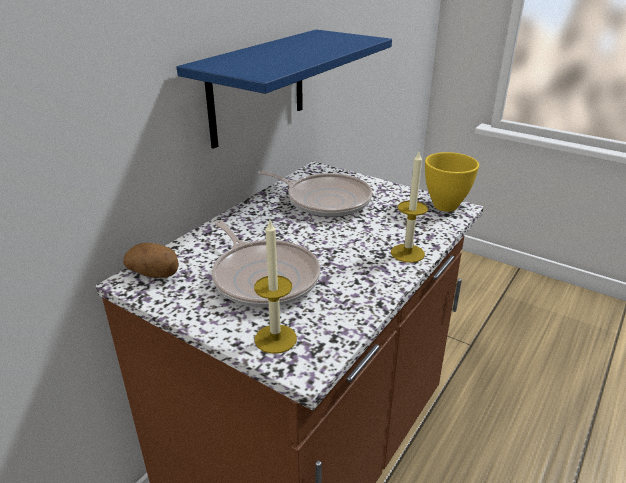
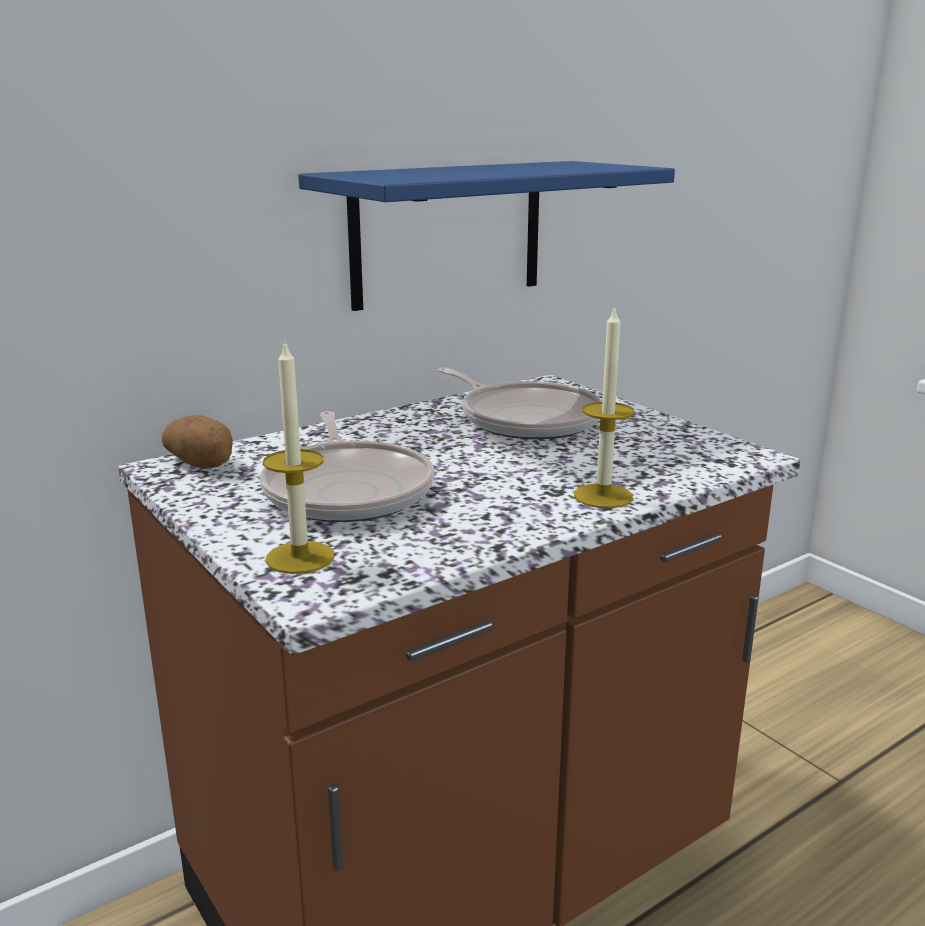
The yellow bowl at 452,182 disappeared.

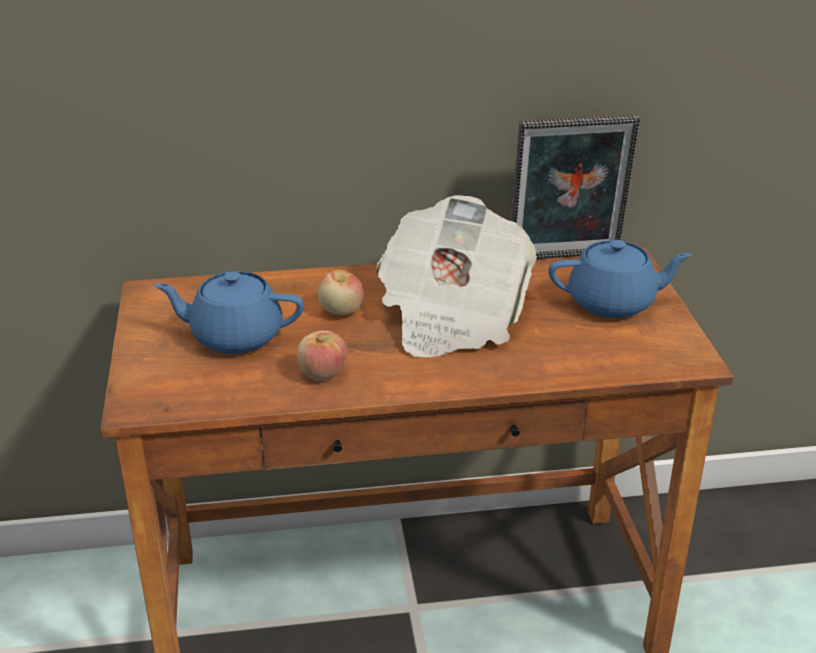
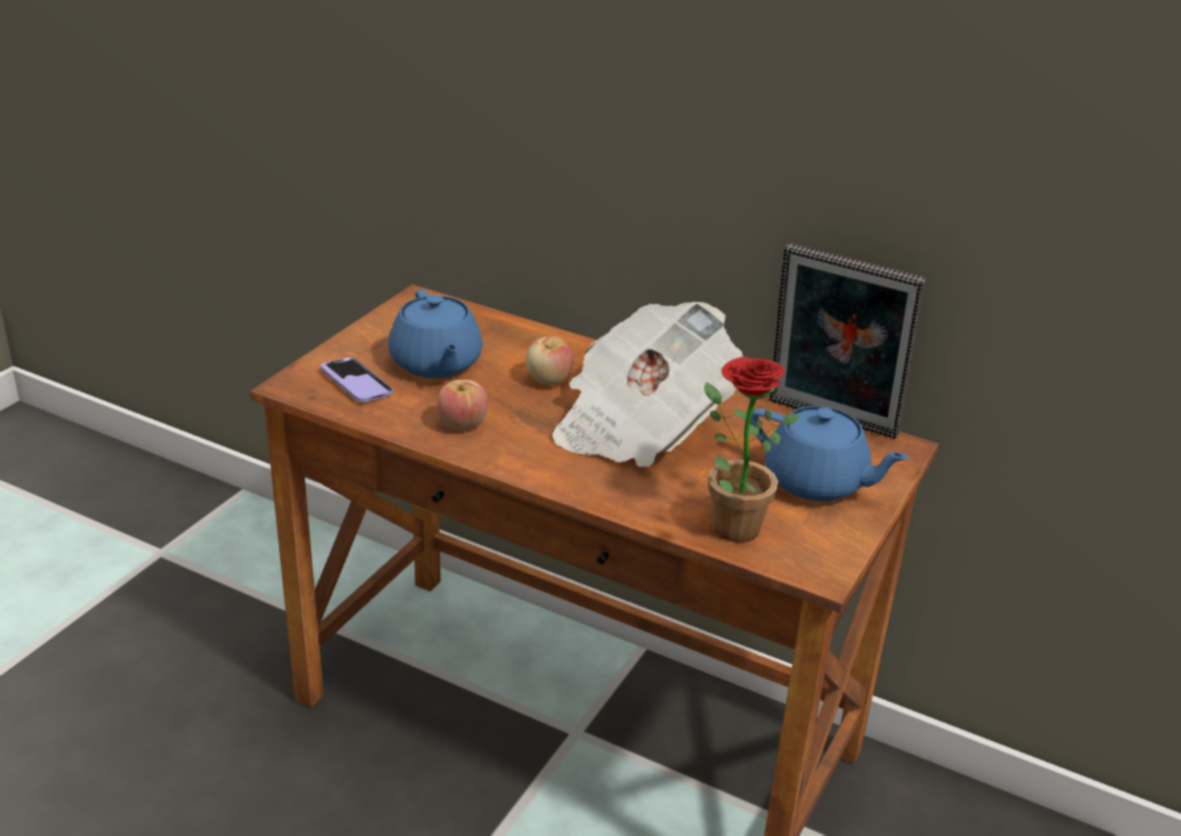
The blue teapot at 229,312 turned 150 degrees counterclockwise. The phone at 357,379 appeared. The potted plant at 751,450 appeared.

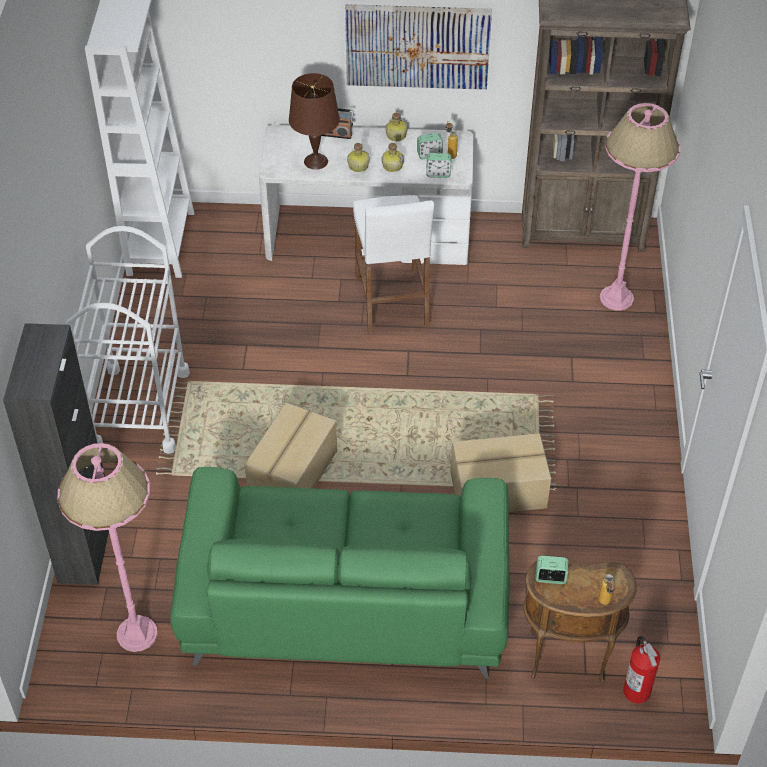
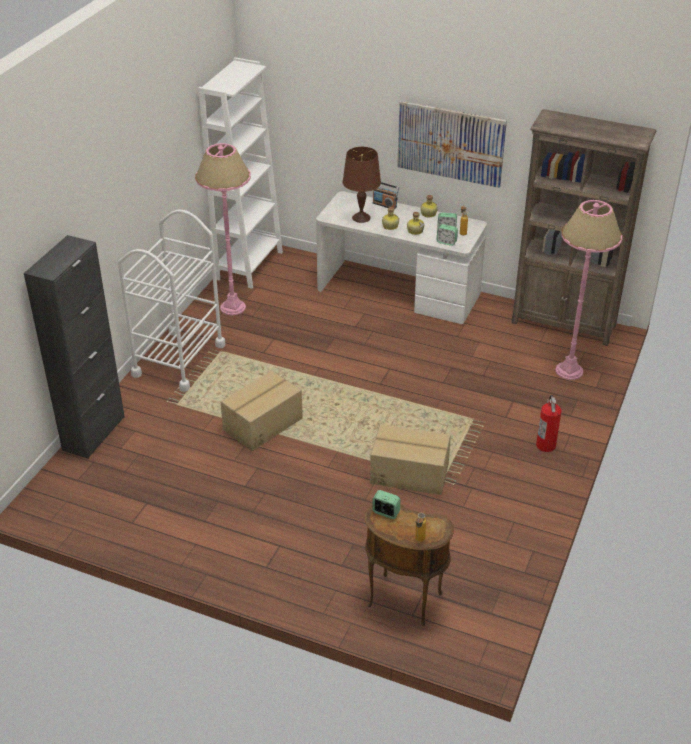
The pink floor lamp moved from 107,547 to 223,229. The green sofa at 340,572 disappeared. The white stool at 393,264 disappeared. The fire extinguisher moved from 641,670 to 549,423.

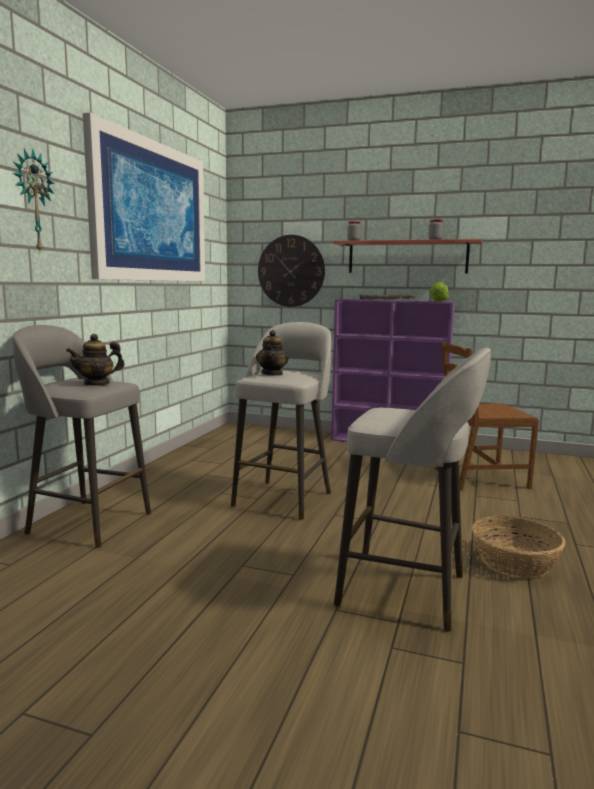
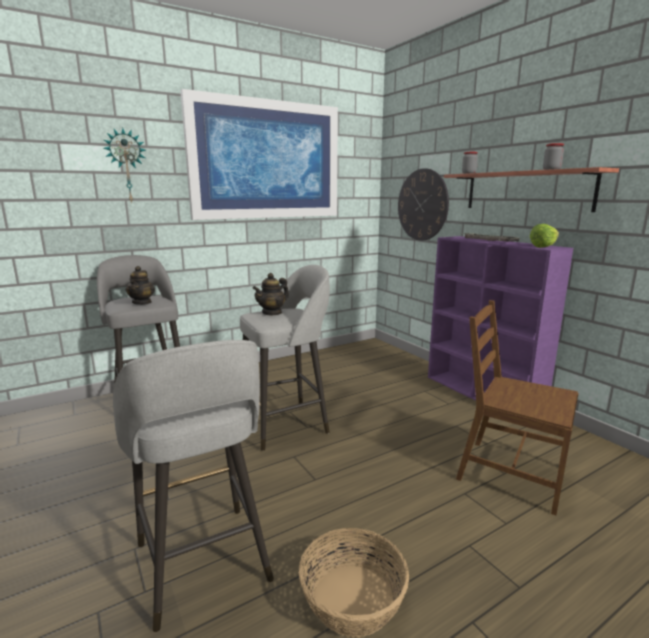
The teapot at 95,360 turned 105 degrees counterclockwise.

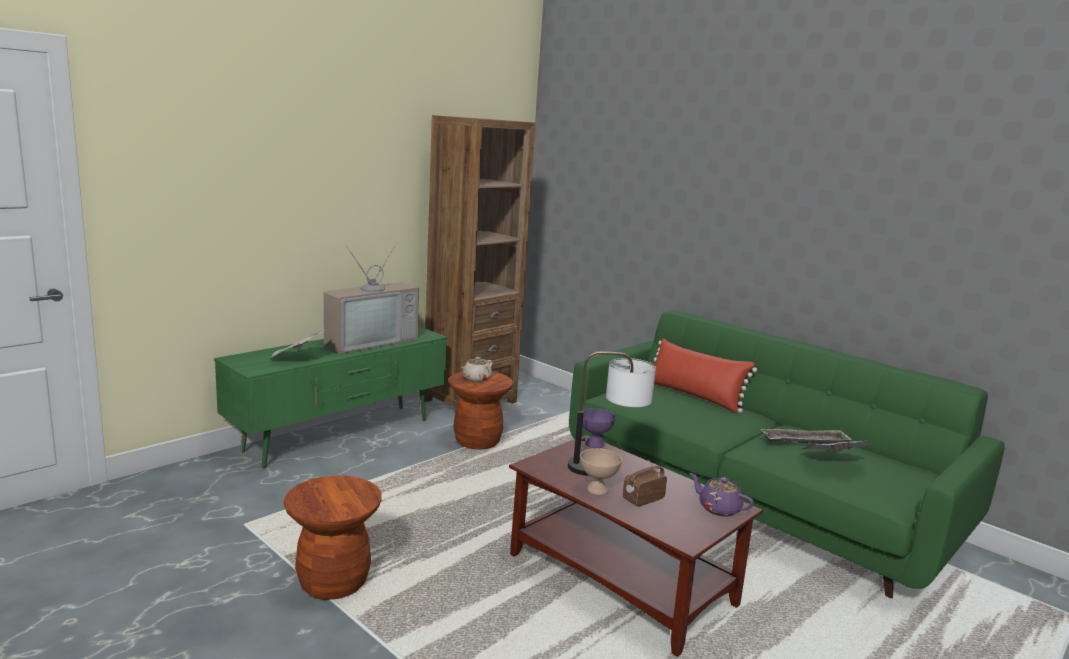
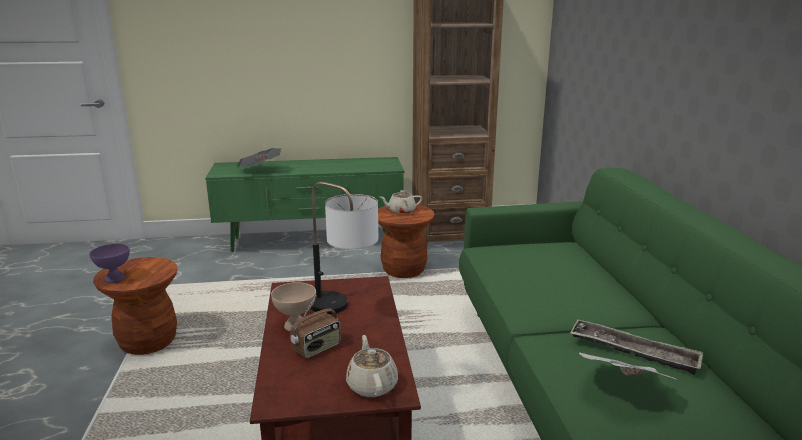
The television at 371,297 disappeared. The purple bowl moved from 599,428 to 109,263. The radio at 645,483 turned 135 degrees clockwise. The red pillow at 705,376 disappeared. The purple teapot at 722,495 became the beige teapot at 372,366.

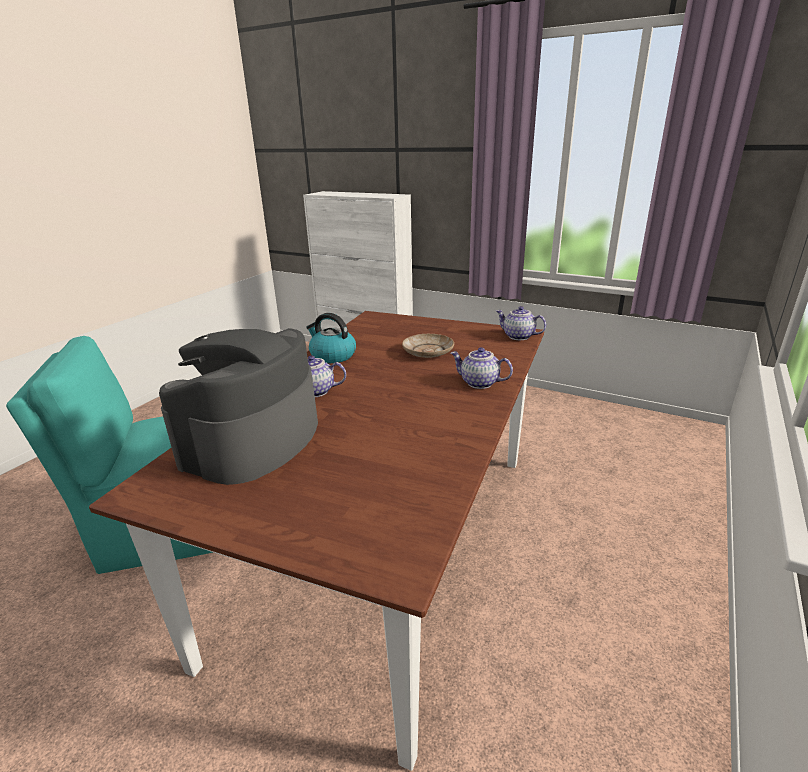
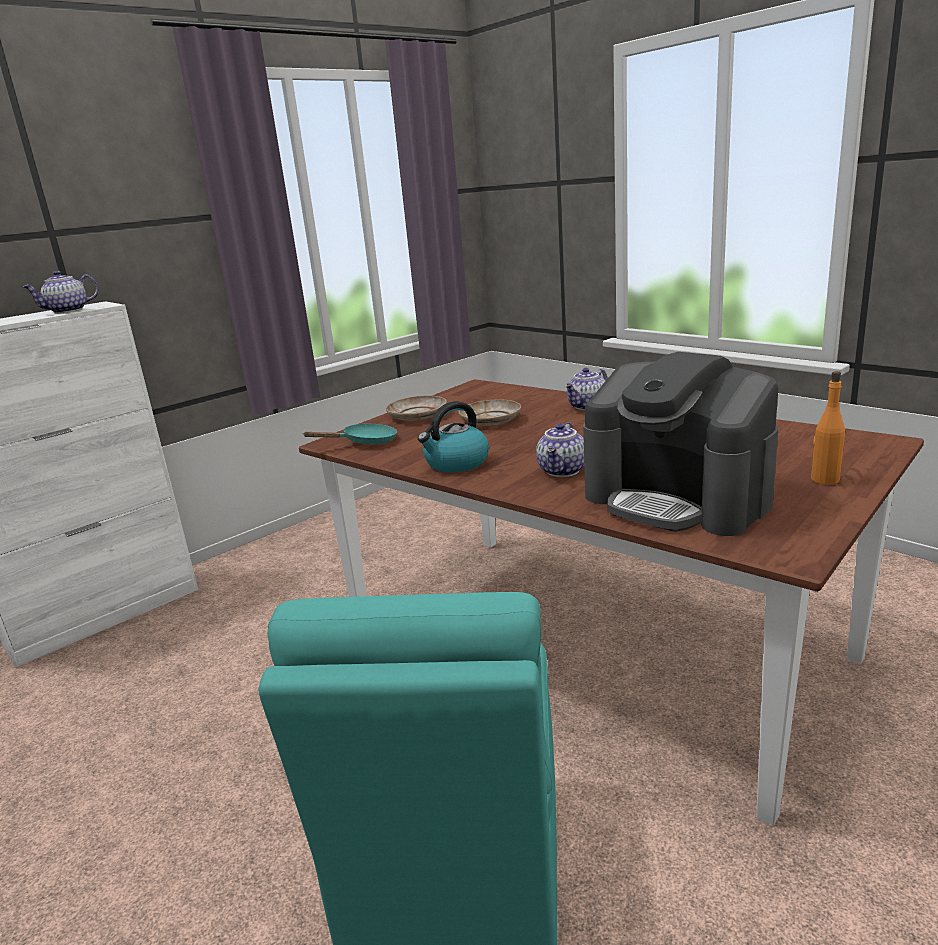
The teapot moved from 521,323 to 61,292. The turquoise frying pan at 349,433 appeared. The beige plate at 416,408 appeared. The orange bottle at 828,428 appeared.

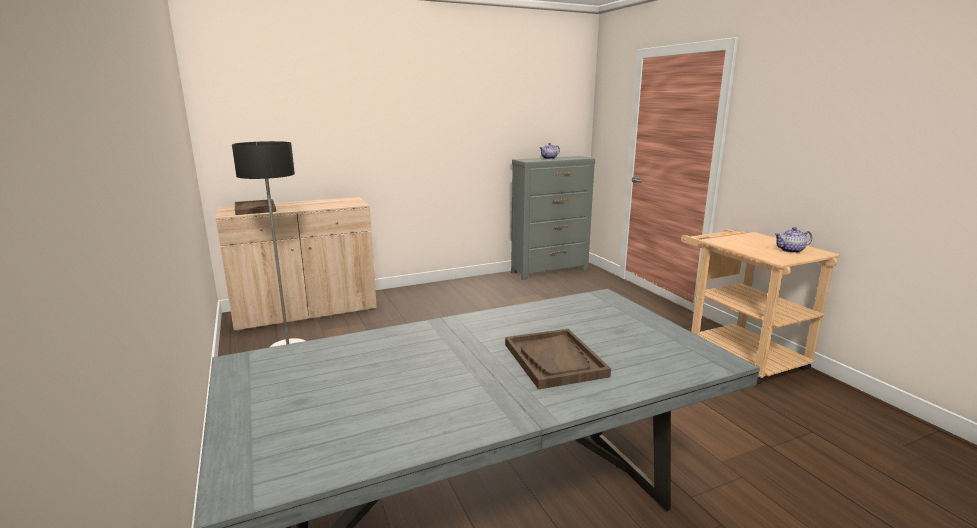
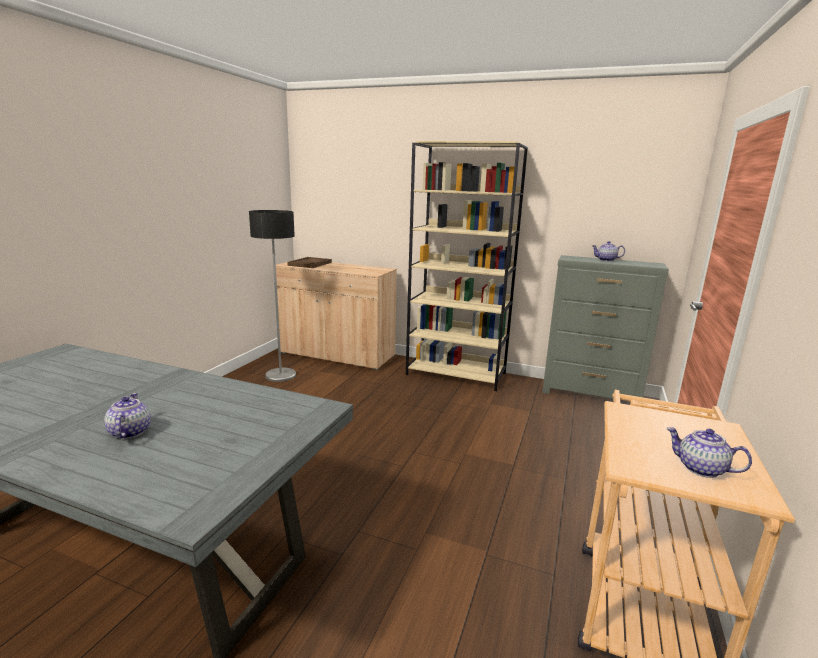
The brown tray at 558,359 was replaced by the teapot at 127,416. The beige bookcase at 467,266 appeared.

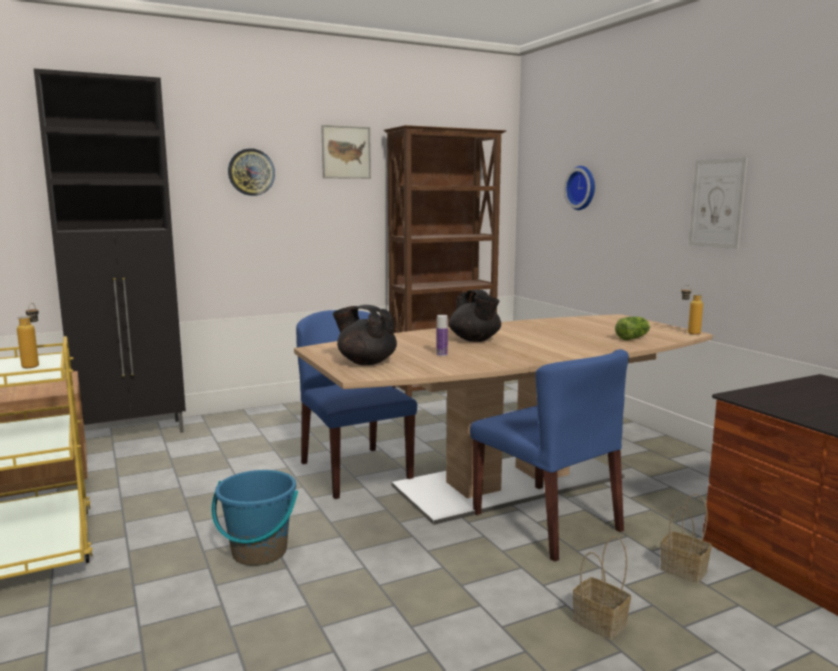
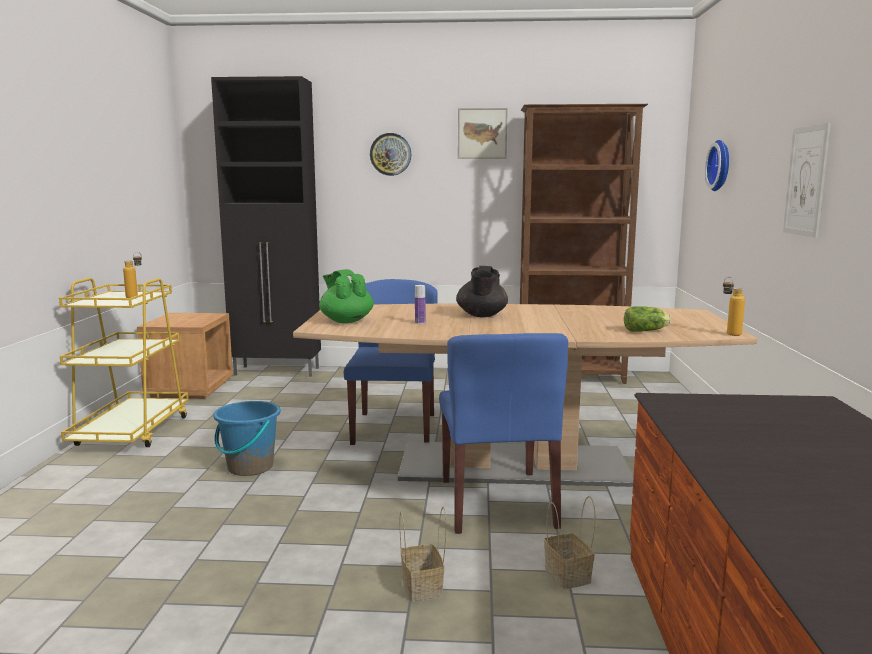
The black teapot at 365,335 became the green teapot at 346,296.

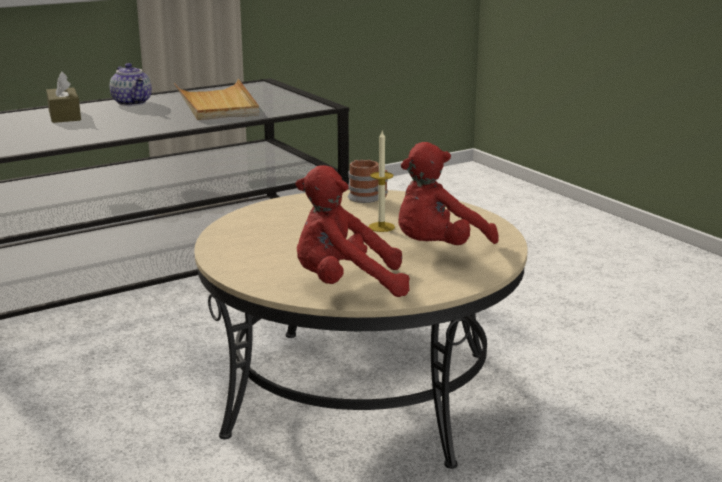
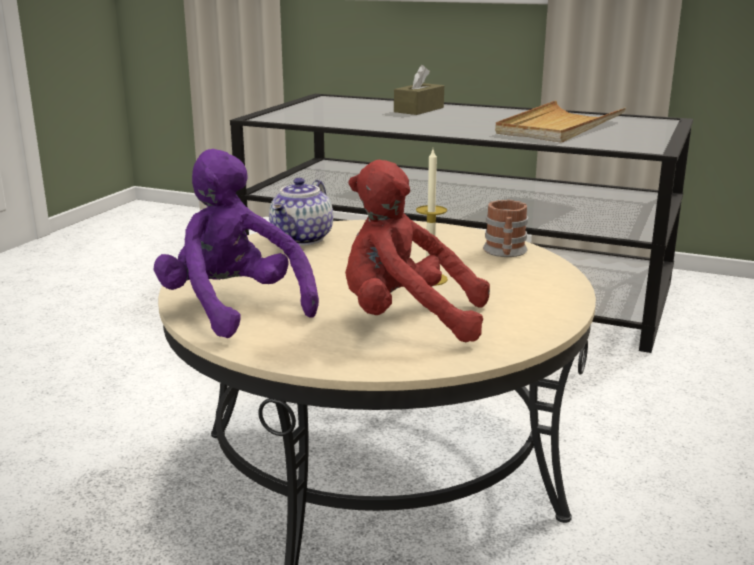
The teapot moved from 131,84 to 301,212. The red plush toy at 353,231 became the purple plush toy at 236,243.

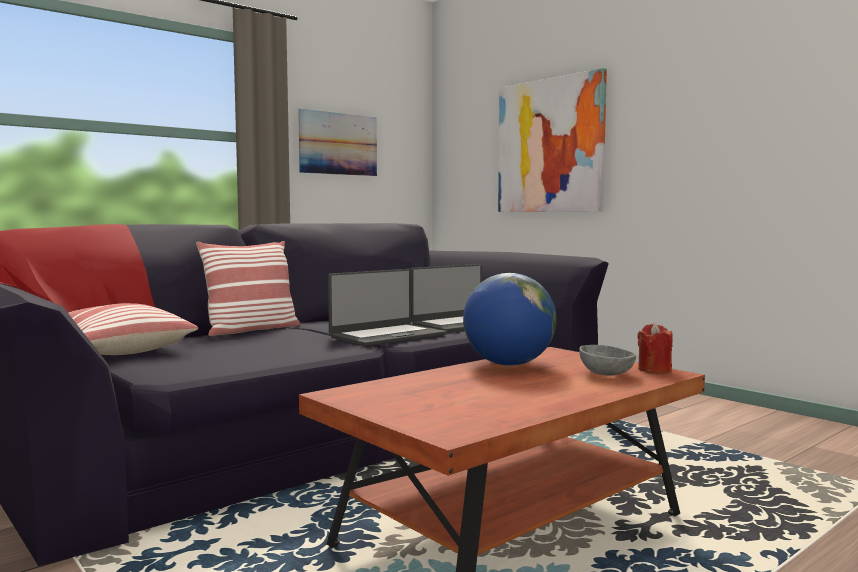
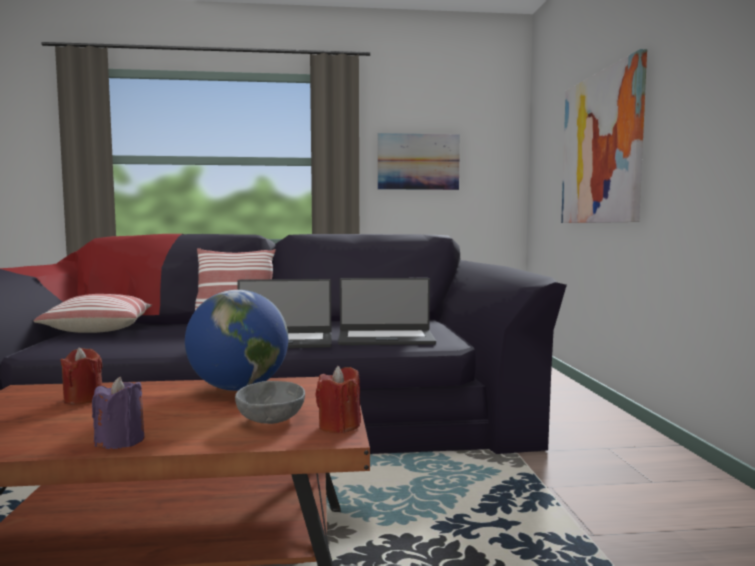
The red candle at 81,376 appeared. The purple candle at 118,413 appeared.

